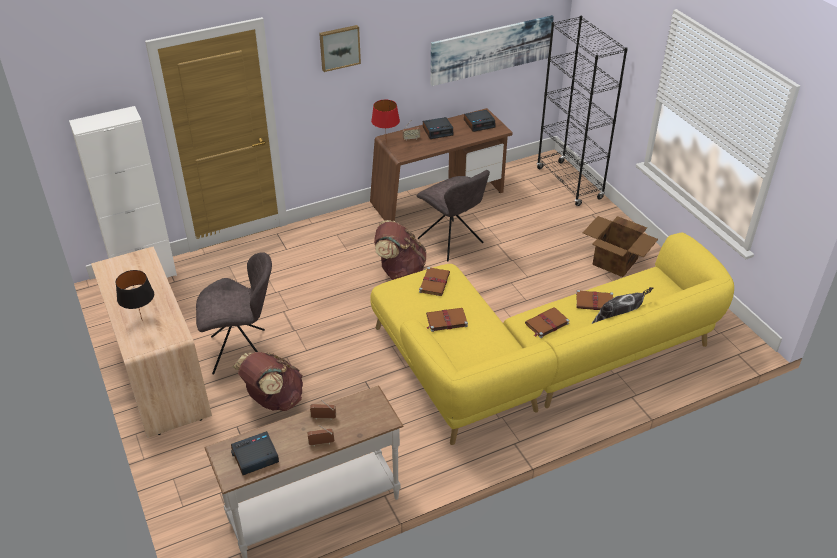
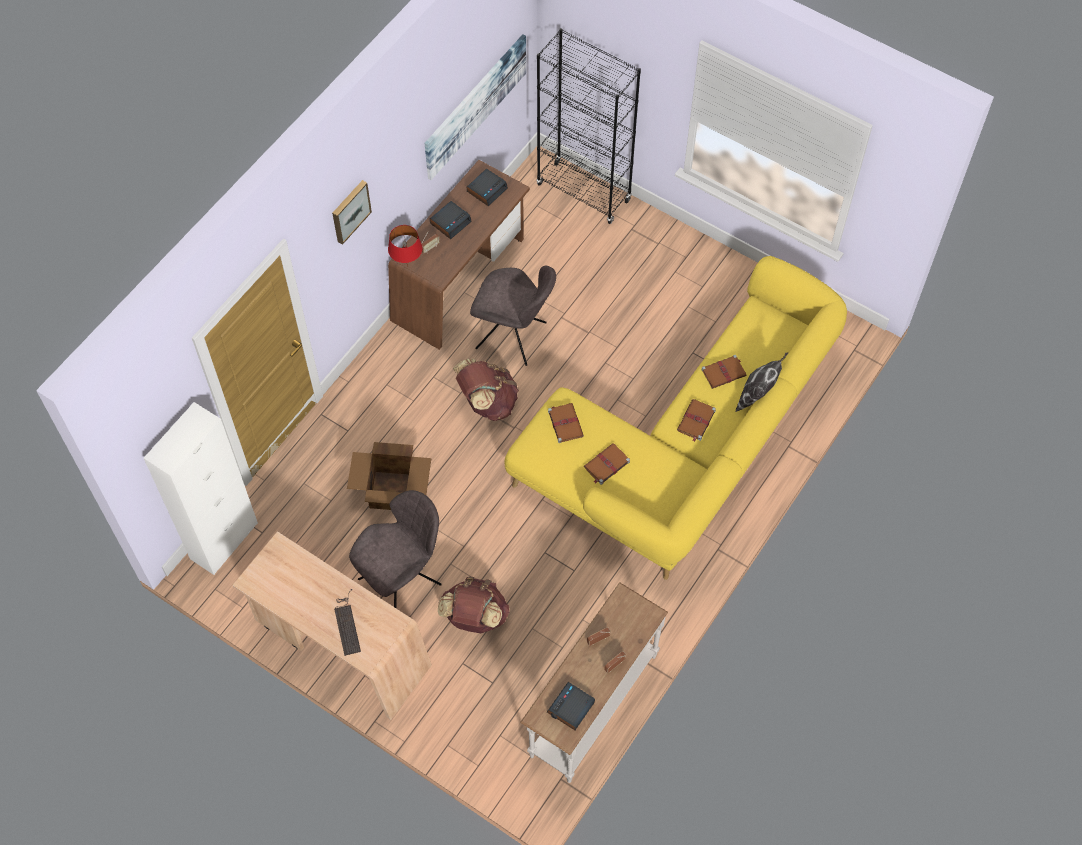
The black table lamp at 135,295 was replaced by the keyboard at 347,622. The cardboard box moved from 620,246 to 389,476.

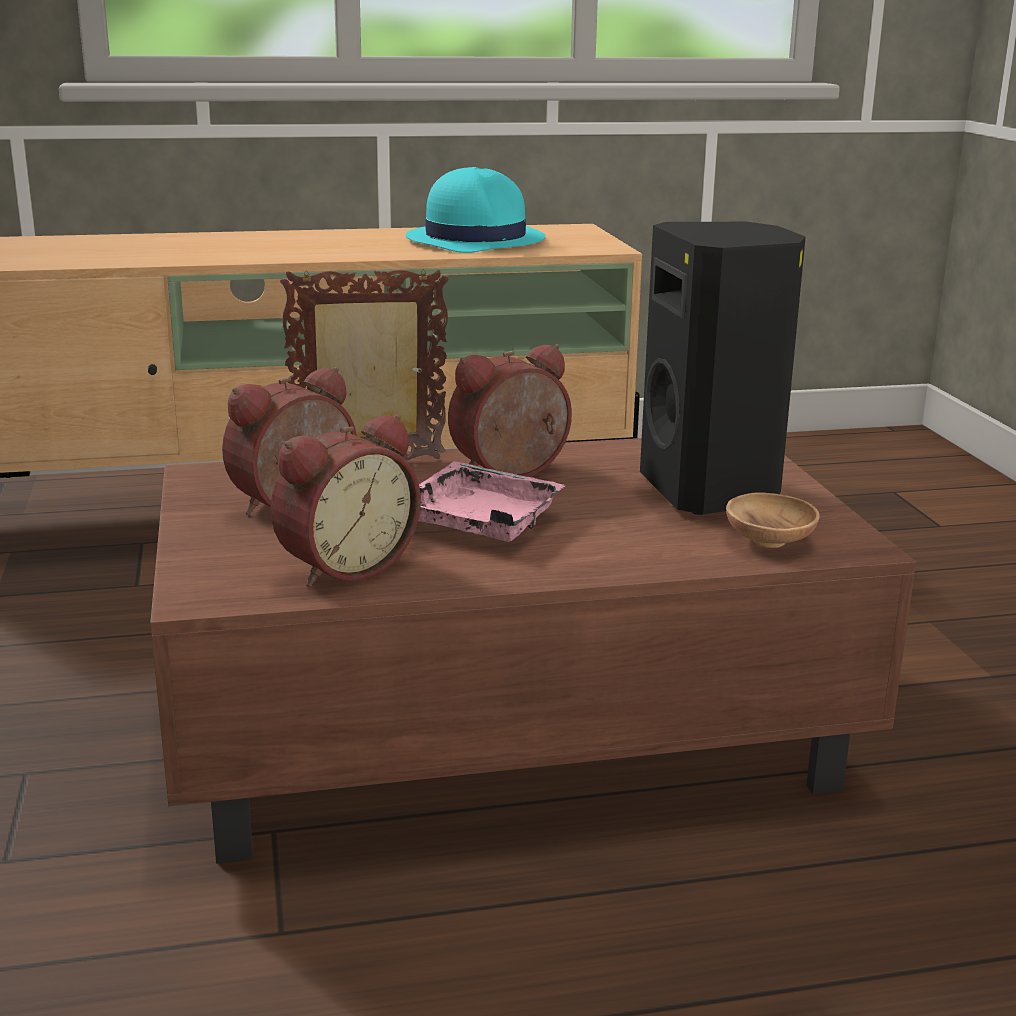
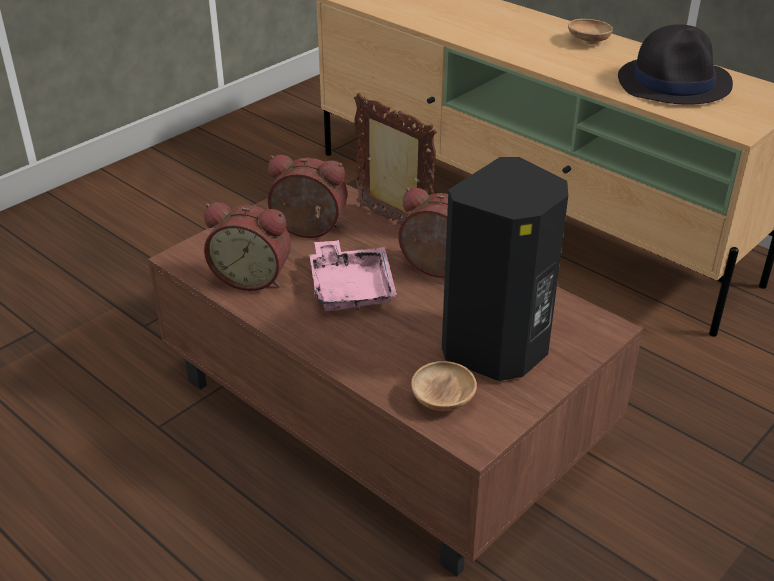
The turquoise hat at 476,210 became the black hat at 675,64. The brown bowl at 590,31 appeared.

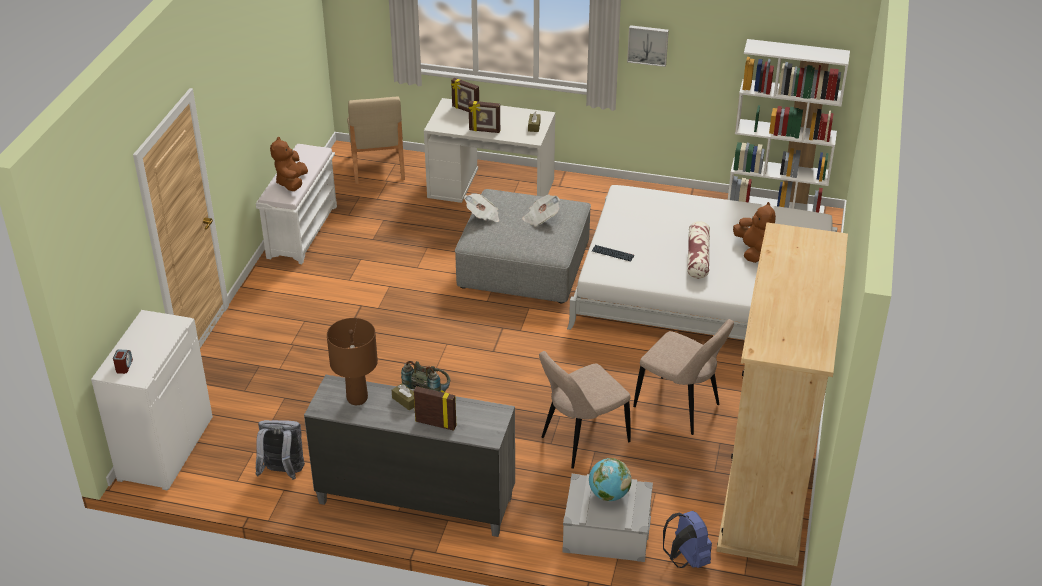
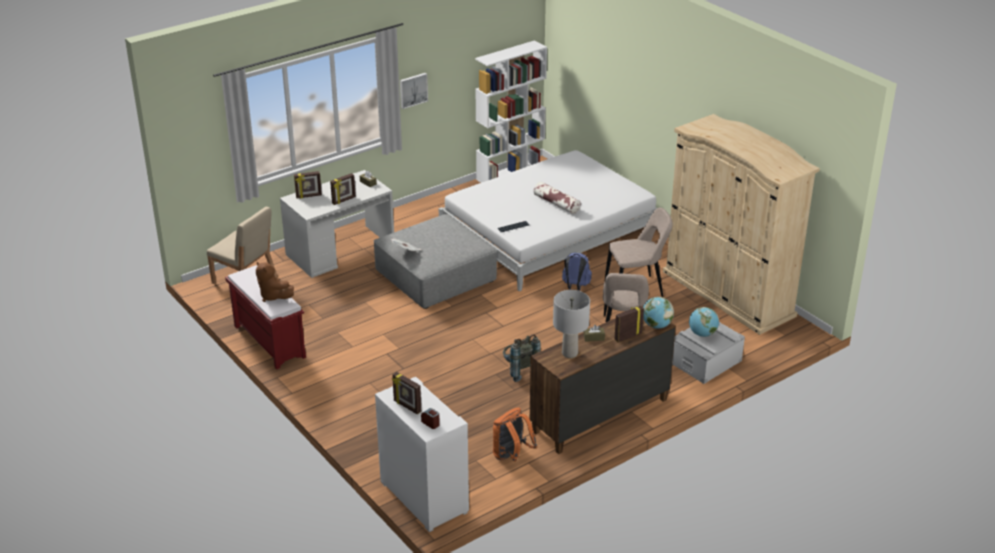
The grey backpack at 280,450 became the orange backpack at 515,434. The white bench at 296,204 became the red bench at 265,317. The grey dresser at 409,456 became the brown dresser at 603,380. The brown table lamp at 352,361 became the grey table lamp at 571,324. The newspaper at 541,210 disappeared. The blue backpack moved from 687,539 to 577,271. The brown plush toy at 754,232 disappeared. The picture frame at 406,393 appeared. The globe at 658,313 appeared.

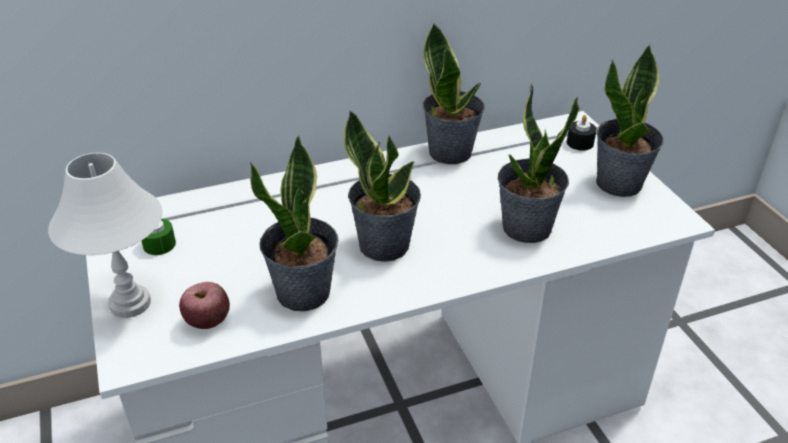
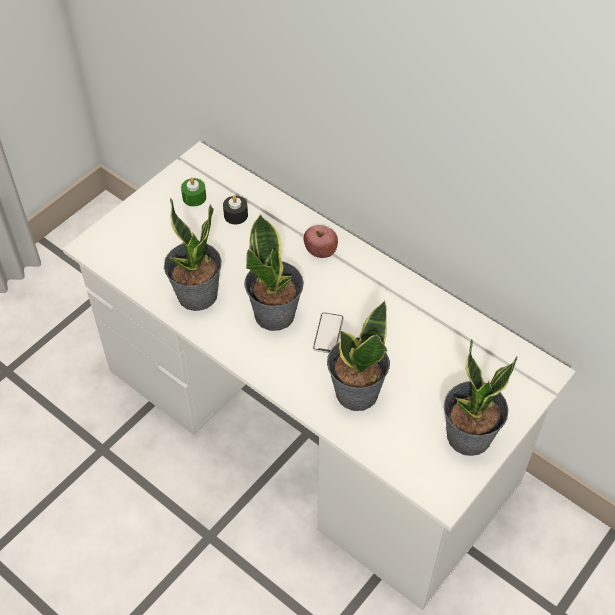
The white table lamp at 105,235 disappeared. The apple moved from 204,305 to 321,241. The potted plant at 454,93 disappeared. The black candle moved from 582,133 to 235,209. The phone at 328,332 appeared.

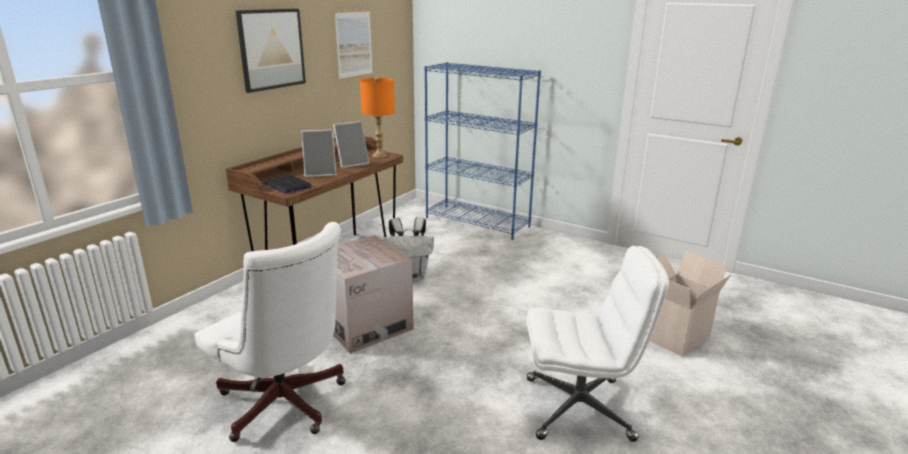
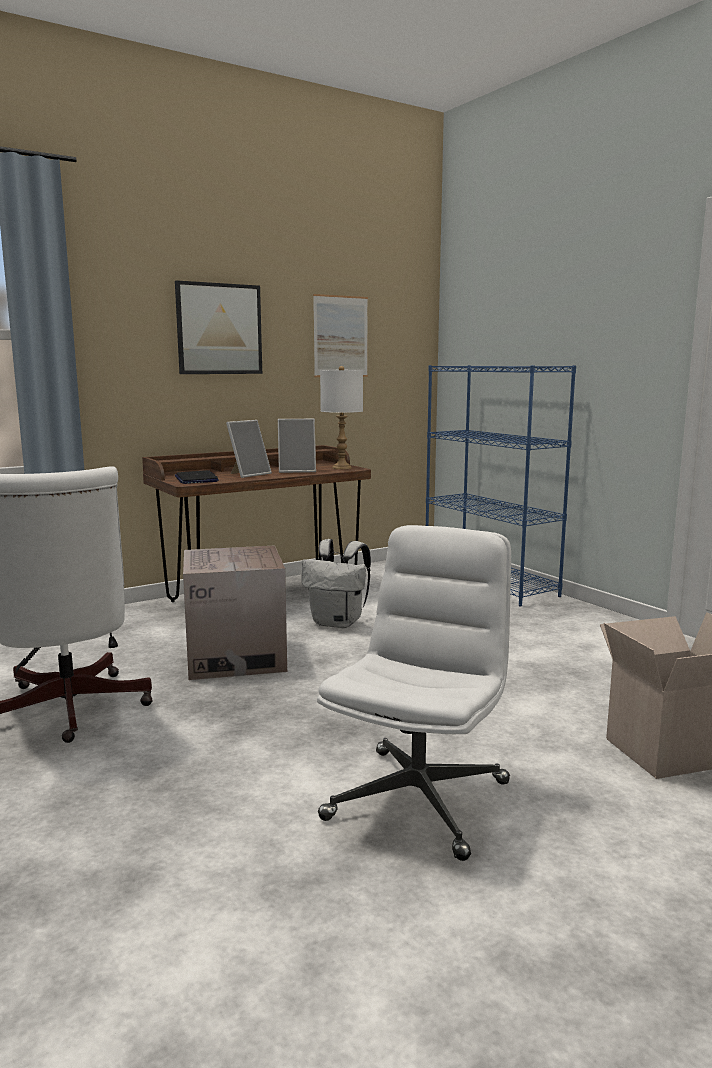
The picture frame at 318,153 turned 60 degrees counterclockwise. The orange table lamp at 377,117 became the white table lamp at 341,417. The white office chair at 597,344 turned 90 degrees counterclockwise.

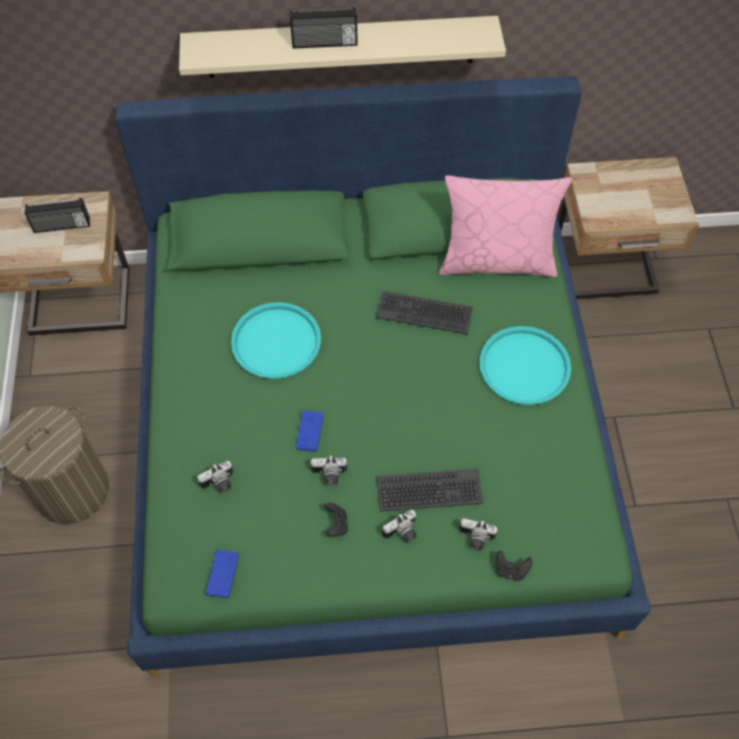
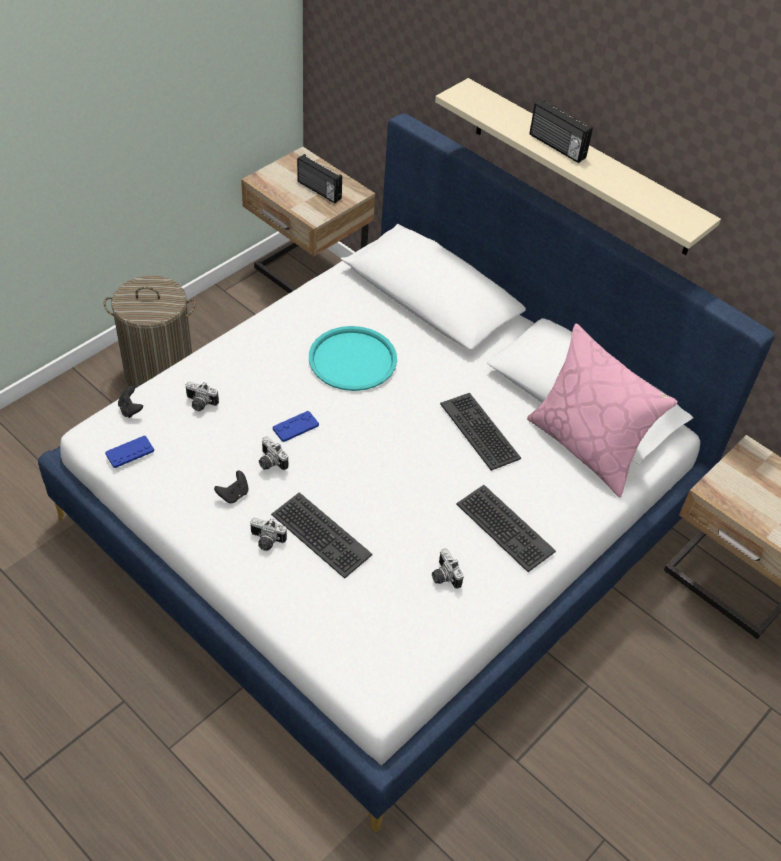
The green bed at 383,376 became the white bed at 406,472. The photo camera moved from 478,534 to 448,568. The turquoise tray at 525,365 was replaced by the keyboard at 506,528. The black game controller moved from 514,565 to 130,402.

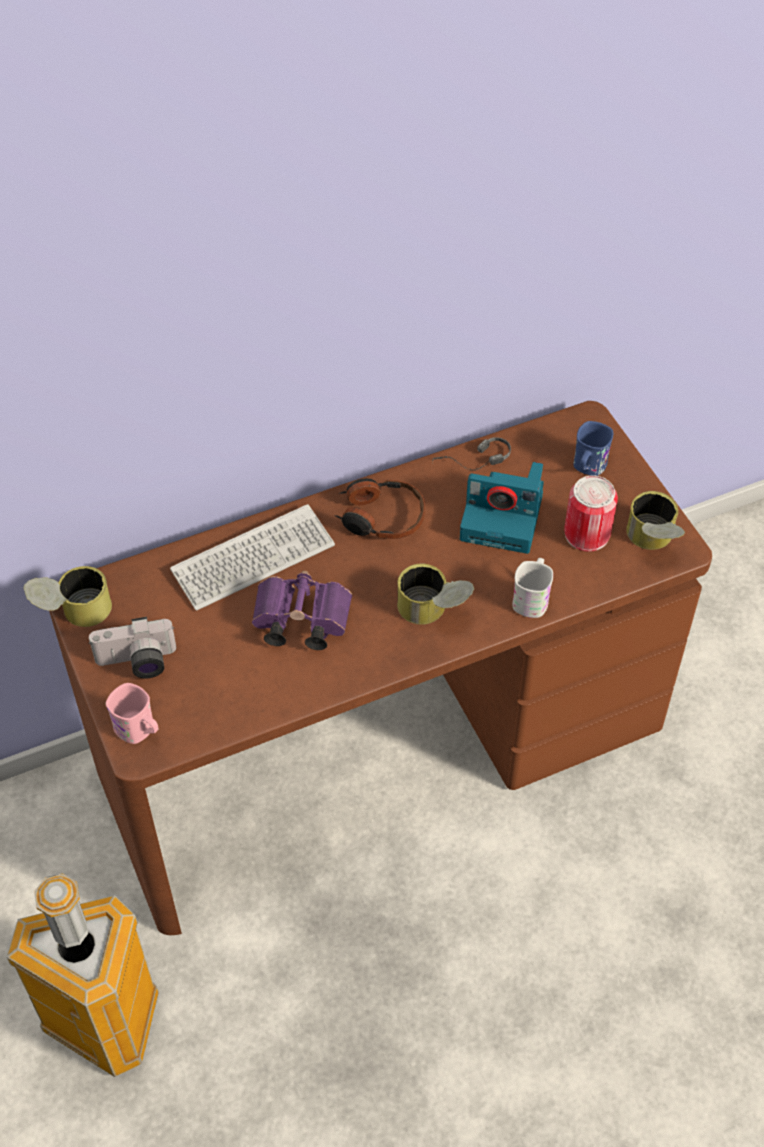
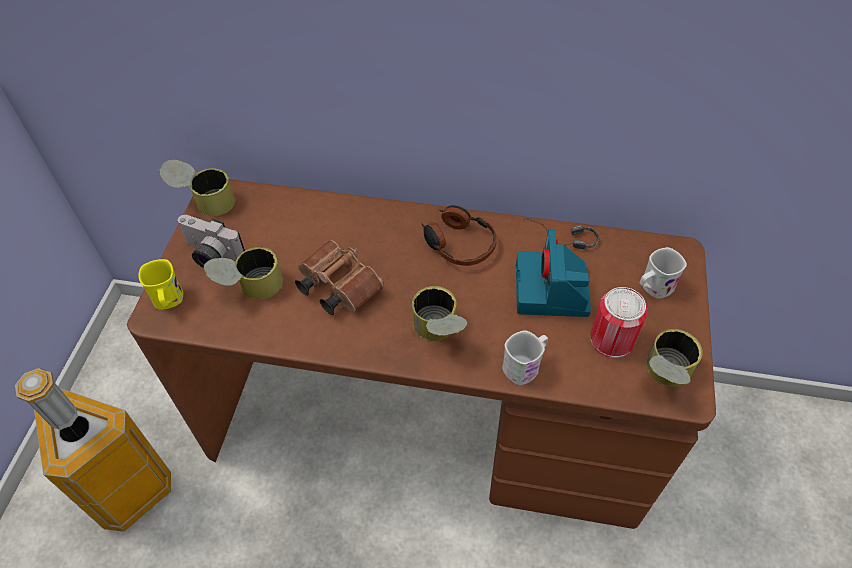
The pink mug at 132,713 became the yellow mug at 160,284. The keyboard at 252,557 disappeared. The purple binoculars at 302,610 became the brown binoculars at 339,277. The photo camera at 502,508 turned 45 degrees clockwise. The blue mug at 593,448 became the white mug at 663,272. The can at 243,273 appeared.

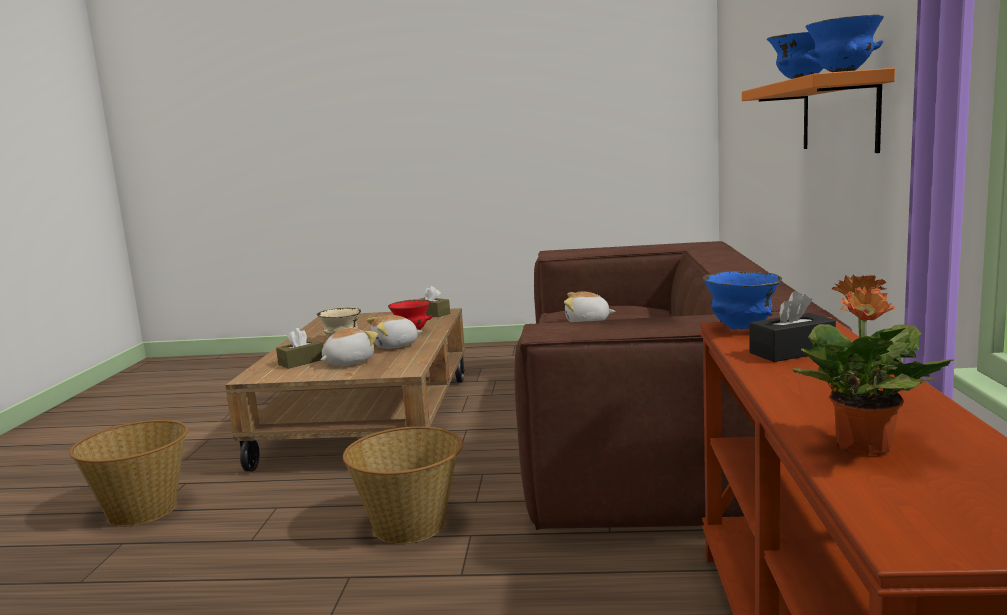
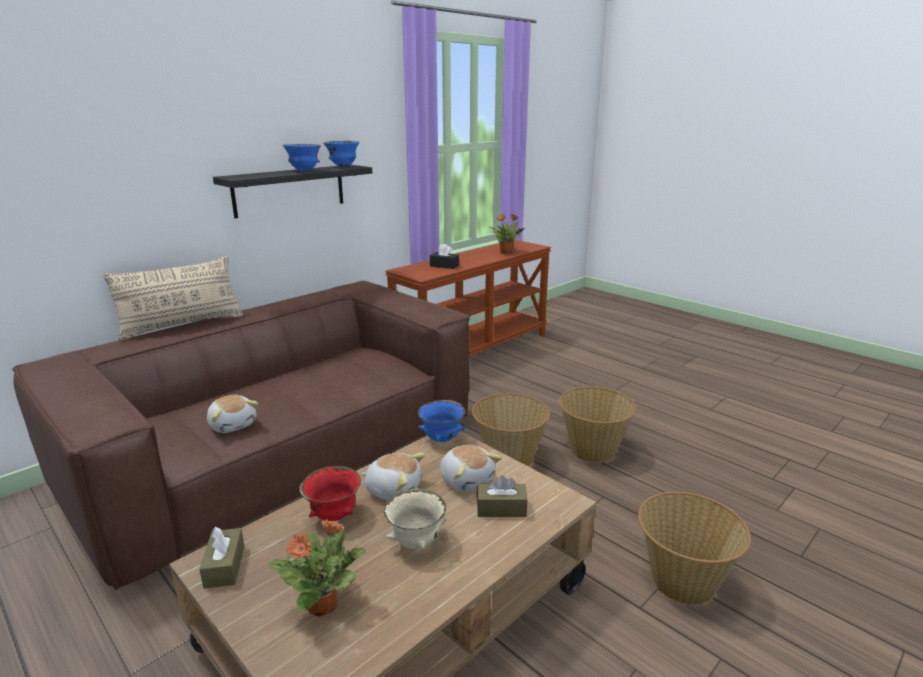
The plush toy at 349,346 turned 120 degrees counterclockwise. The blue bowl moved from 742,300 to 442,421. The orange shelf at 818,110 became the black shelf at 292,191. The beige pillow at 173,298 appeared. The potted plant at 317,568 appeared. The basket at 598,425 appeared.

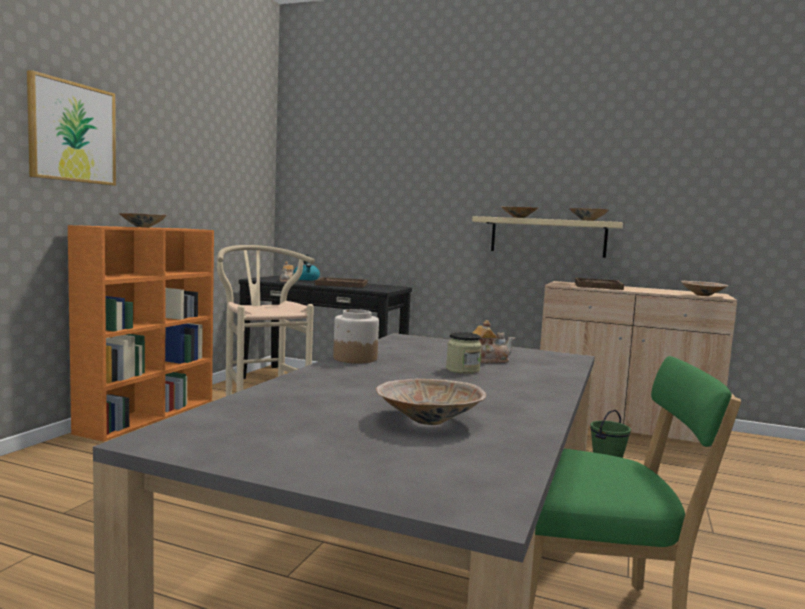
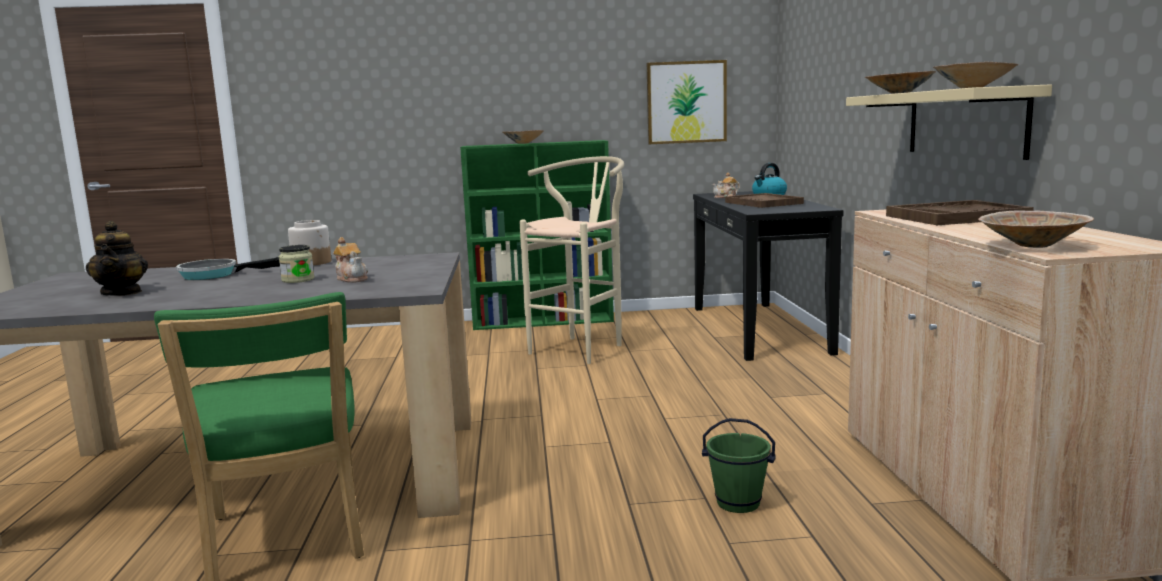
The picture moved from 71,128 to 687,102. The orange bookcase at 141,333 became the green bookcase at 537,235. The beige bowl at 431,402 was replaced by the teapot at 117,258. The frying pan at 228,268 appeared.

